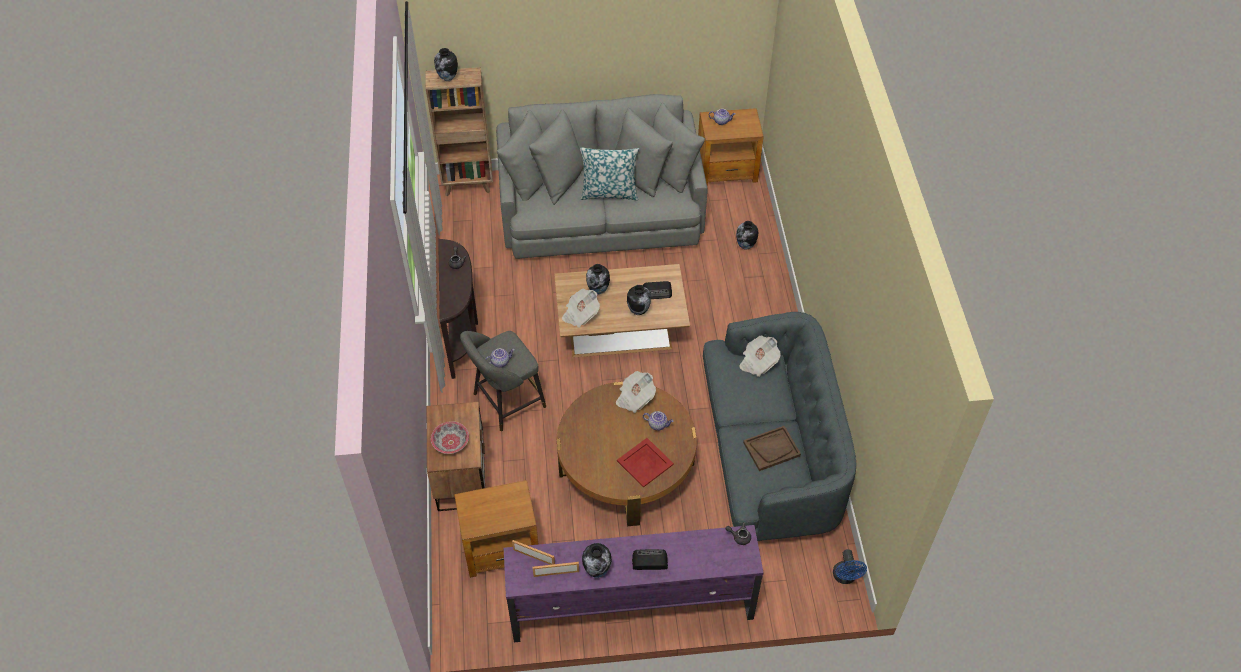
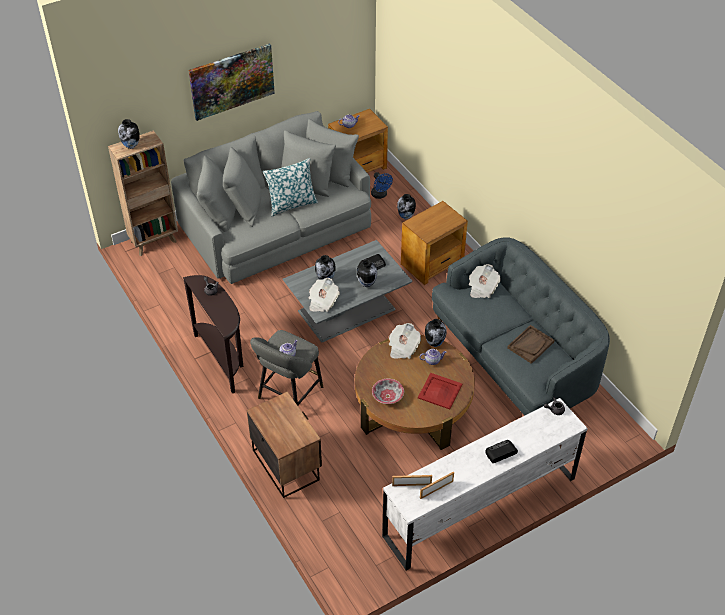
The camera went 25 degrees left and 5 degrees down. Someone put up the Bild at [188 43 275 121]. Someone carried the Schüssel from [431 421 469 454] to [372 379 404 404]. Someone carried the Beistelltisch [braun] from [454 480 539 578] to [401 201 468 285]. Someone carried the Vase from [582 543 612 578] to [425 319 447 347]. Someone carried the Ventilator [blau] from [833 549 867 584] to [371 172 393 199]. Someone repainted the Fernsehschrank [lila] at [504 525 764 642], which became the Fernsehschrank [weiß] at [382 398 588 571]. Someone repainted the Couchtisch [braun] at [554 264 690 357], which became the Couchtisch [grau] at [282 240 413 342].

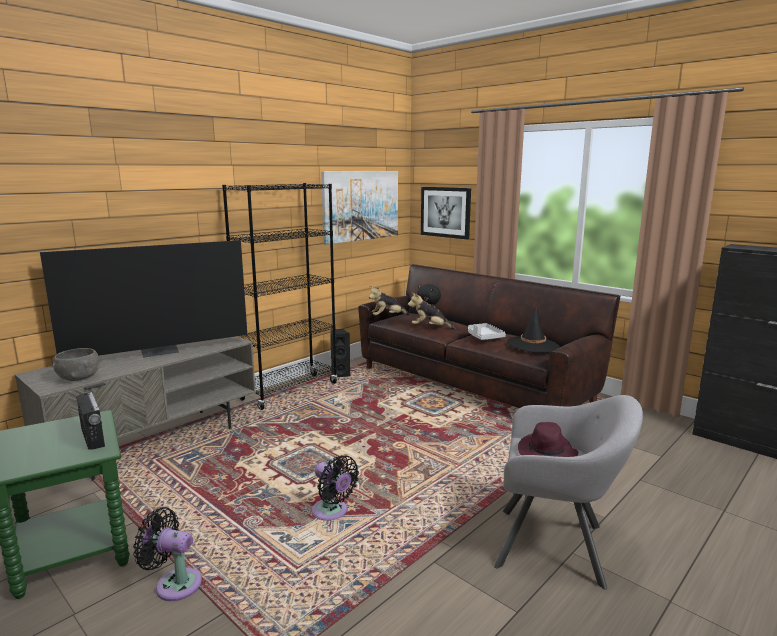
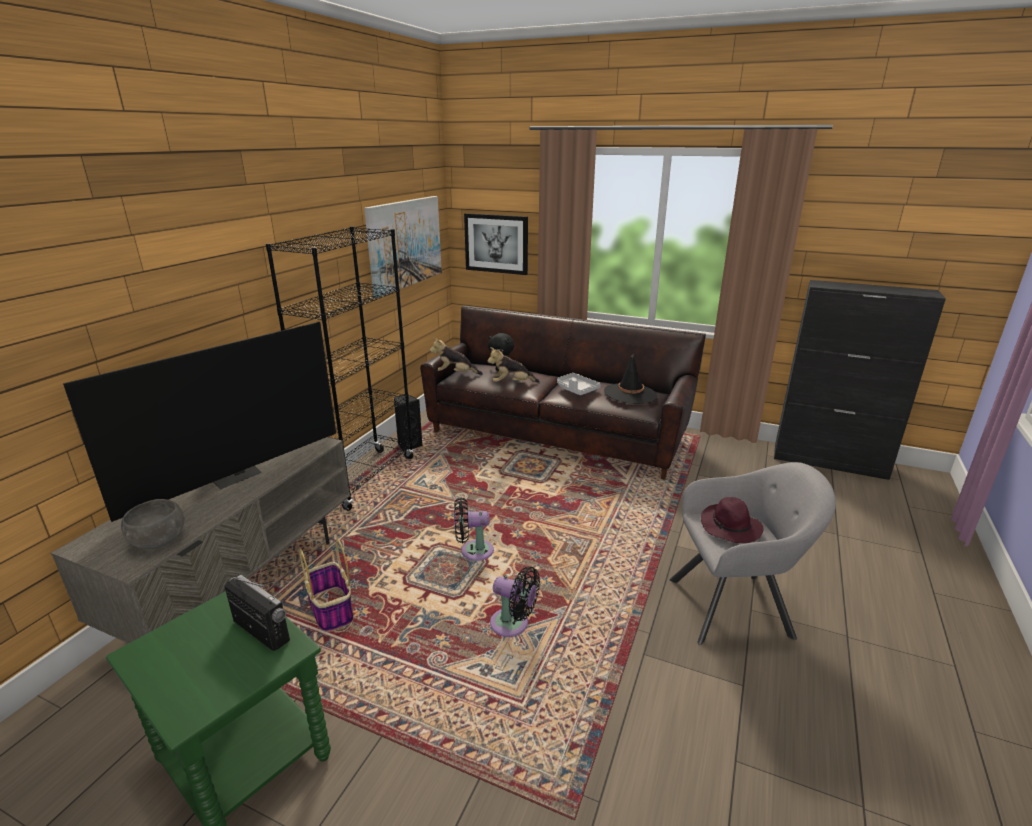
The camera went 20 degrees left and 10 degrees up. Someone put down the Korb at [299 538 354 632]. Someone carried the Ventilator [schwarz] from [133 507 202 601] to [454 497 494 561]. Someone rotated the Plüschtier at [369 286 409 315] by 45 degrees clockwise.

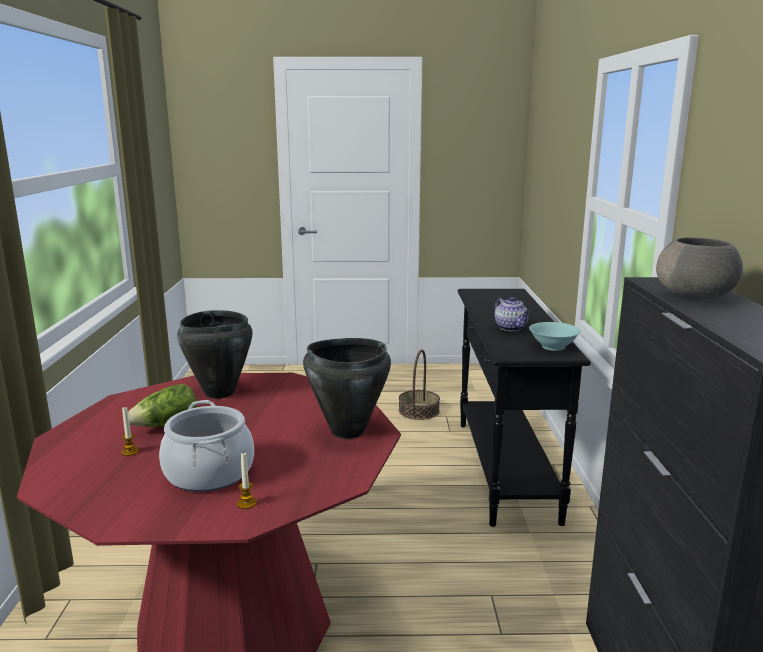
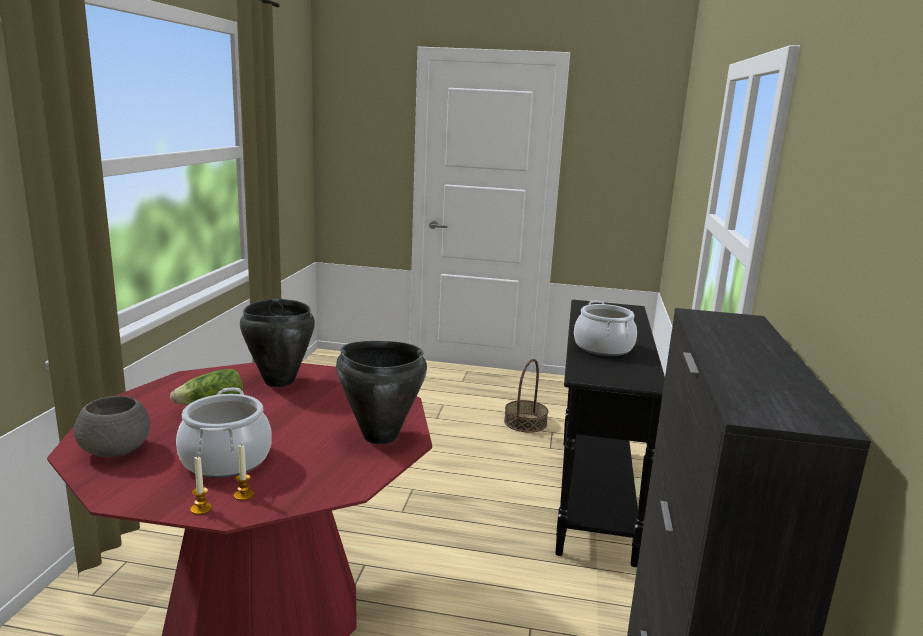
The camera went 10 degrees right and 0 degrees up. Someone took away the Schüssel [türkis] at [529 322 581 351]. Someone carried the Kerze from [121 406 139 456] to [190 456 212 515]. Someone carried the Schüssel [grau] from [656 237 743 300] to [74 396 150 457]. Someone swapped the Teekanne at [495 297 530 331] for the Kochtopf at [574 301 637 356].

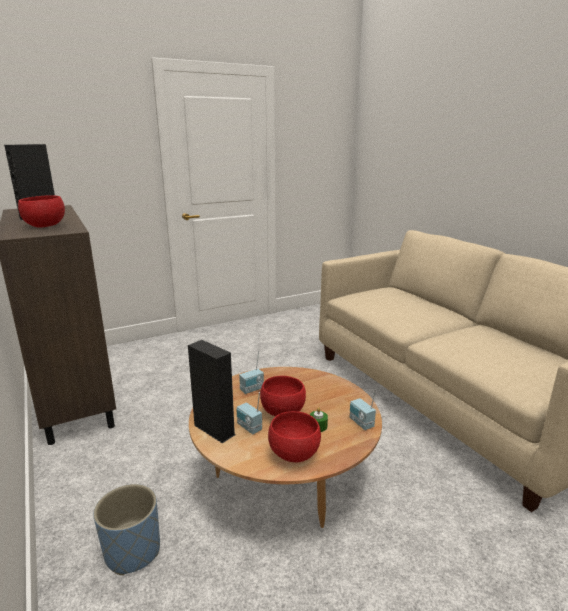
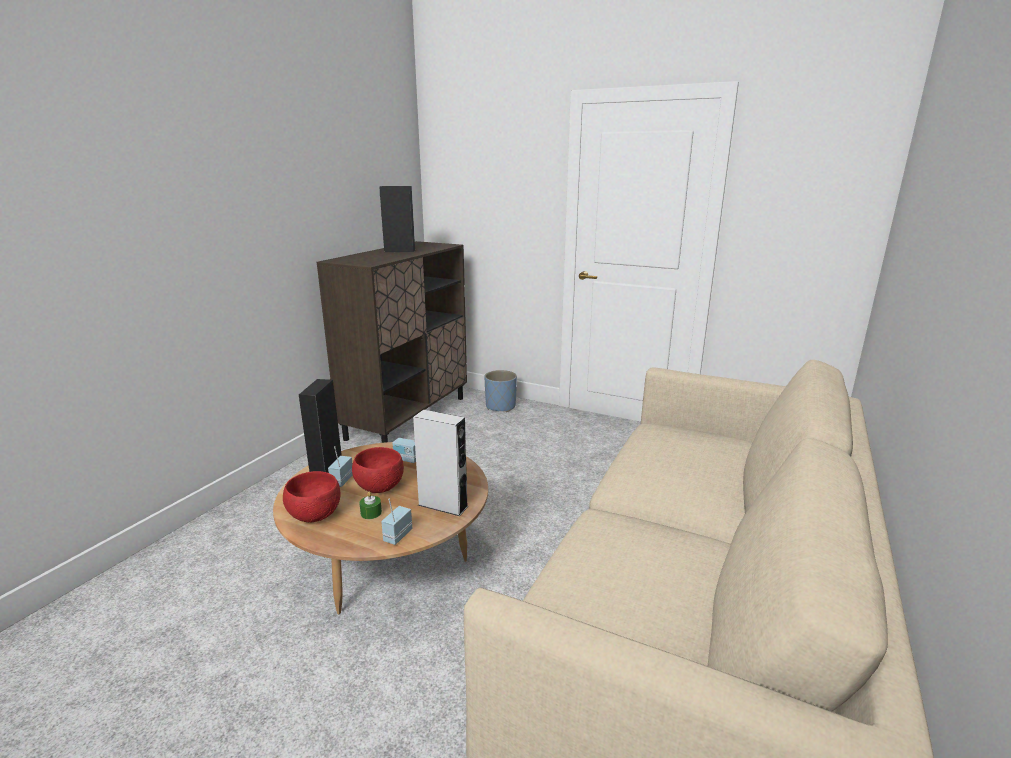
The camera went 55 degrees right and 0 degrees up. Someone took away the Schüssel [rot] at [18 195 65 228]. Someone put down the Lautsprecher [grau] at [413 410 468 516]. Someone carried the Pflanzkübel [blau] from [93 484 160 575] to [484 370 517 412].

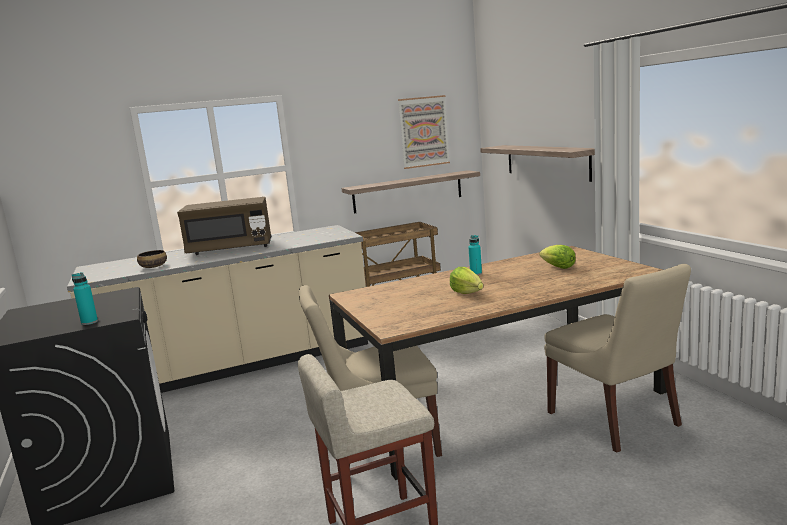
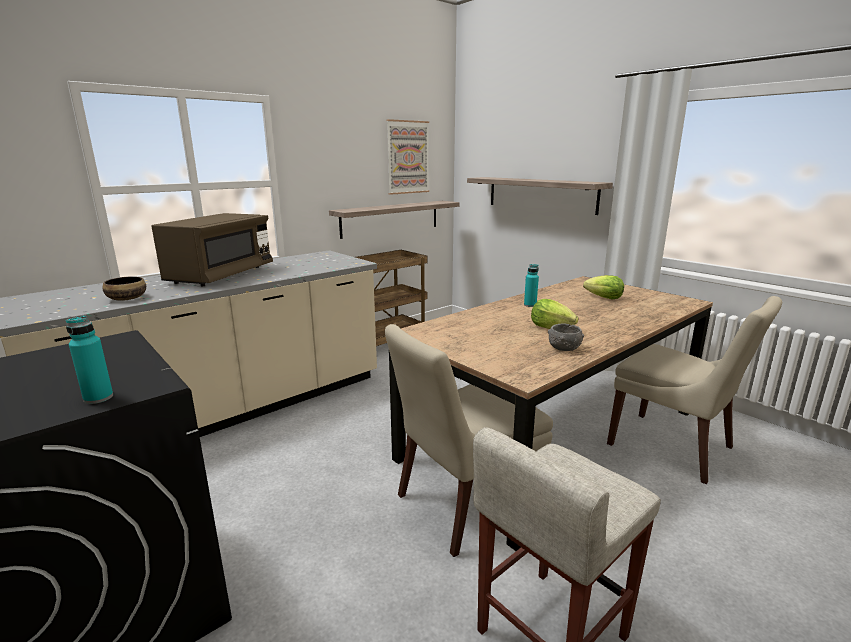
The camera went 20 degrees left and 5 degrees up. Someone put down the Schüssel [grau] at [548 323 584 351]. Someone rotated the Mikrowelle [braun] at [177 197 271 255] by 45 degrees counterclockwise.

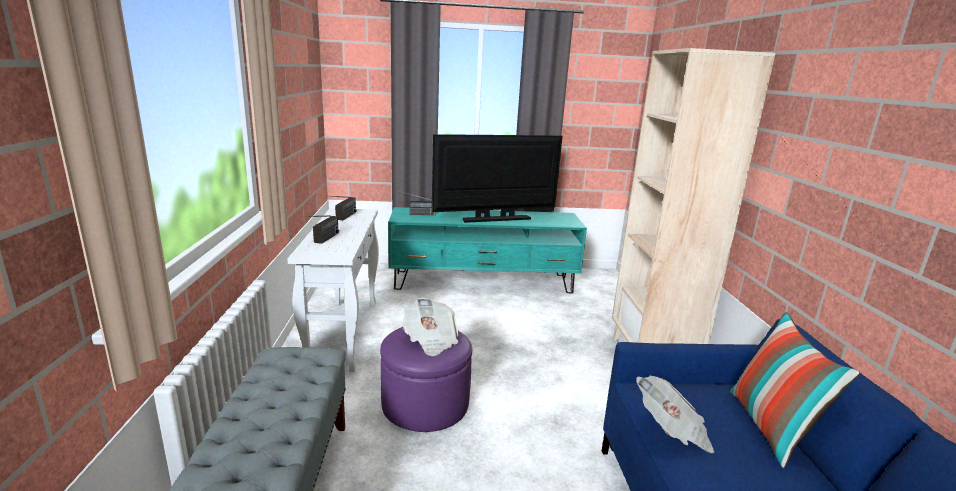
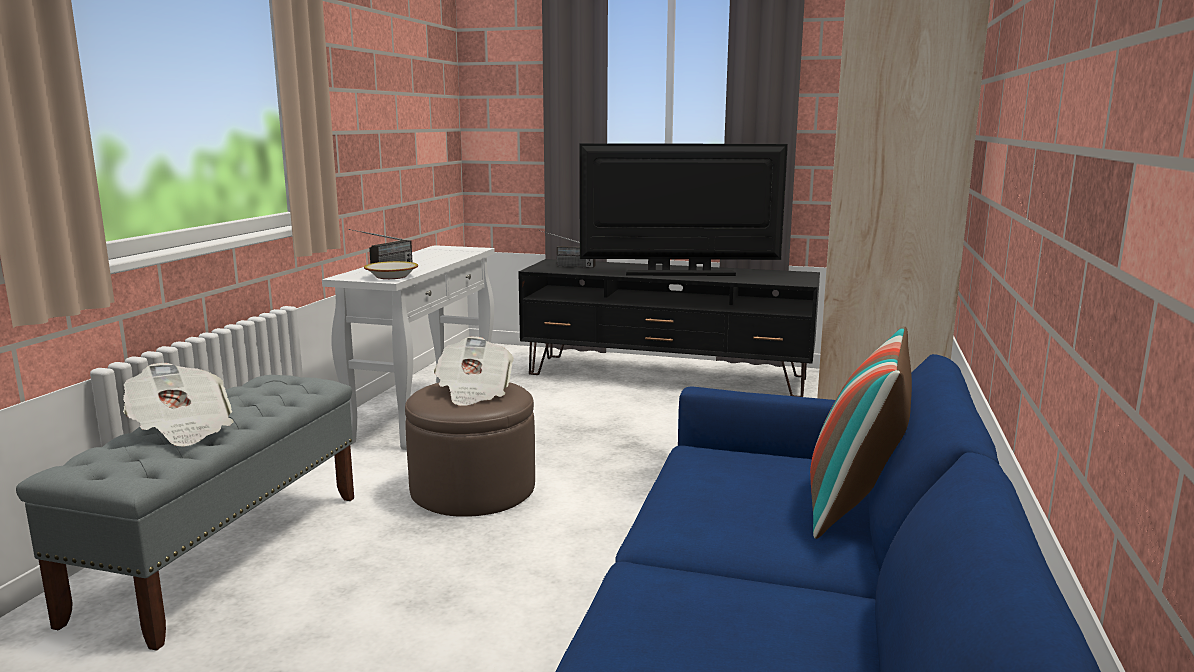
The camera went 20 degrees right and 5 degrees down. Someone took away the Radio at [332 196 357 220]. Someone put down the Schüssel at [364 261 418 279]. Someone carried the Zeitung from [636 376 714 453] to [123 363 233 447]. Someone repainted the Polsterhocker [lila] at [380 327 472 432], which became the Polsterhocker [braun] at [405 382 535 517]. Someone repainted the Fernsehschrank [türkis] at [388 207 587 293], which became the Fernsehschrank [schwarz] at [518 259 820 397].

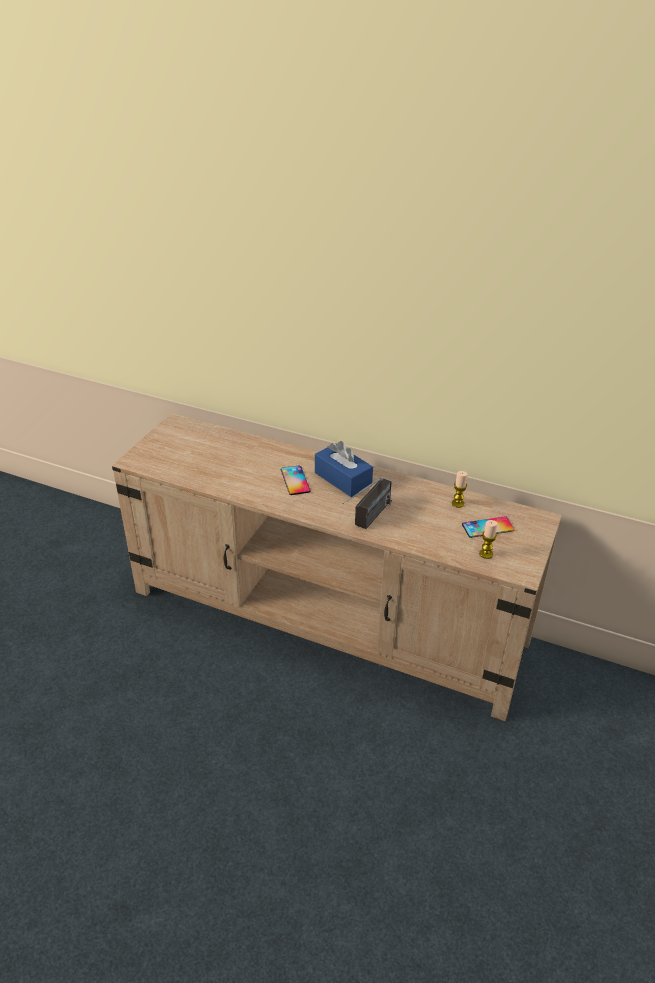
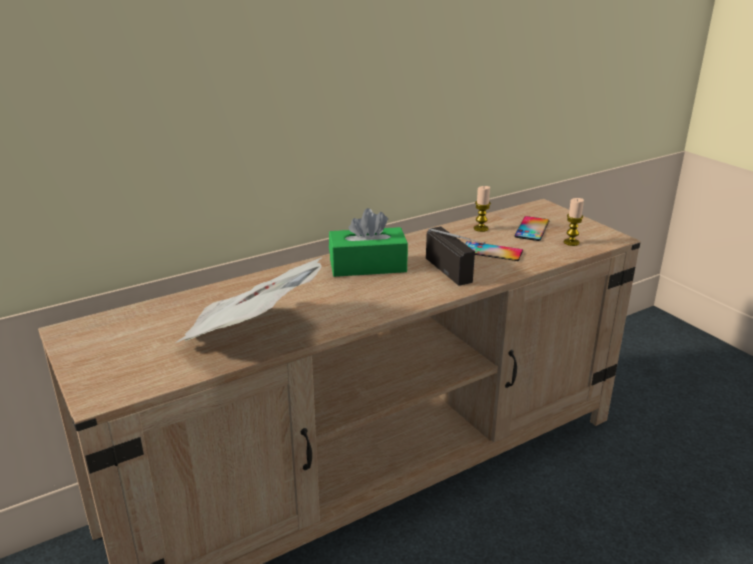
The camera went 55 degrees left and 10 degrees down. Someone put down the Zeitung at [176 257 323 343]. Someone carried the Handy from [281 465 311 495] to [465 241 523 261]. Someone repainted the Taschentuchbox [blau] at [315 441 373 497], which became the Taschentuchbox [grün] at [329 208 408 277].

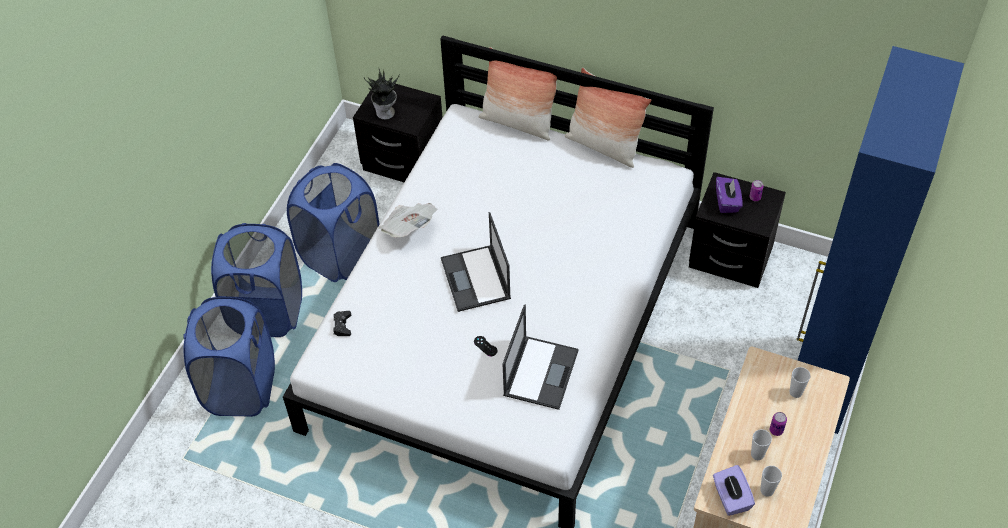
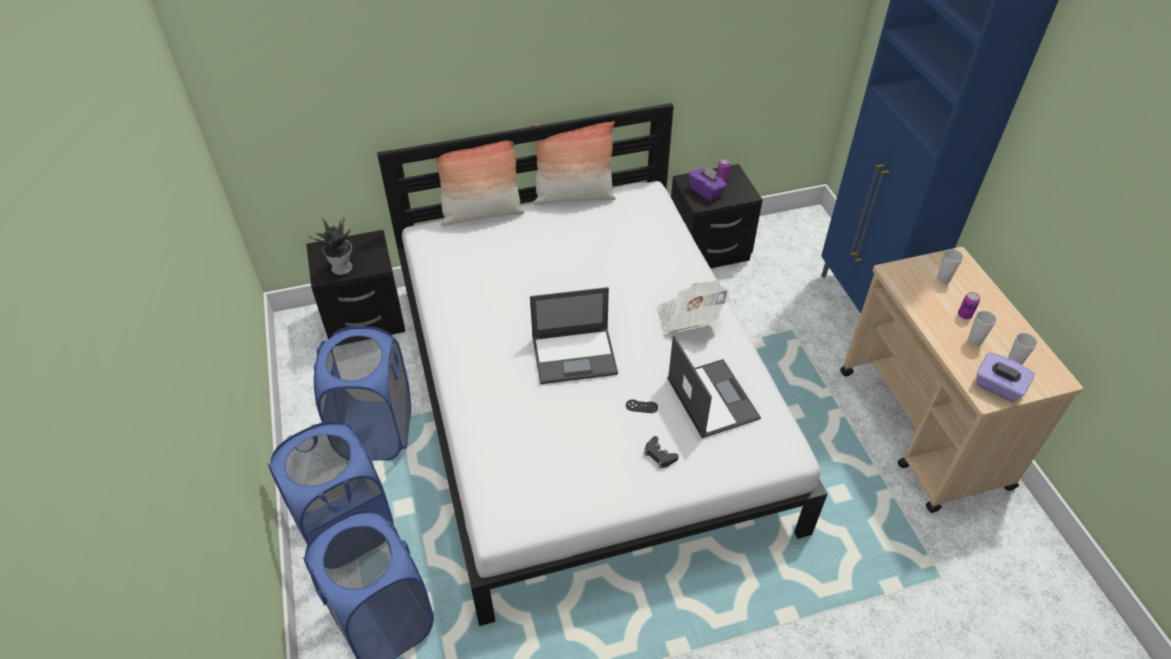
The camera went 40 degrees left and 5 degrees down. Someone carried the Gamepad [schwarz] from [333 311 351 336] to [644 436 679 469]. Someone carried the Zeitung from [379 203 437 237] to [657 281 730 333]. Someone rotated the Laptop at [441 212 511 312] by 45 degrees counterclockwise.

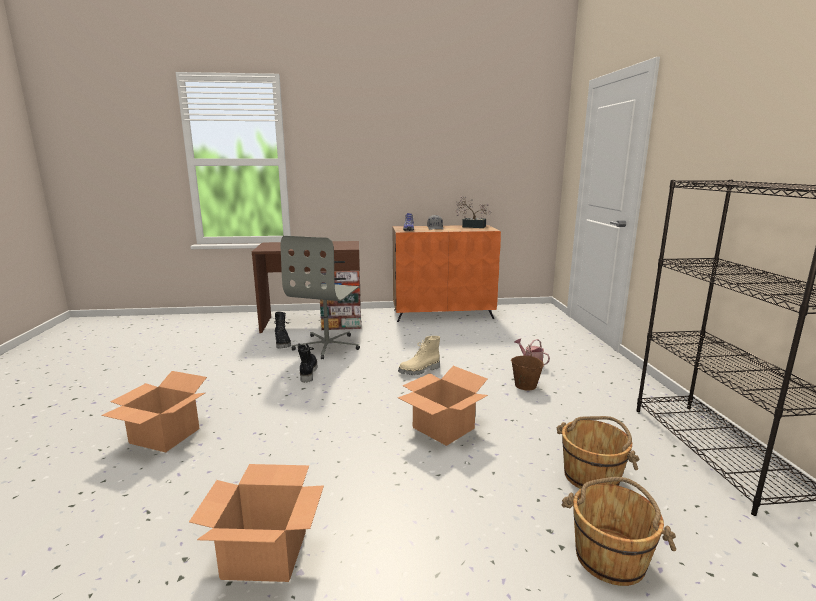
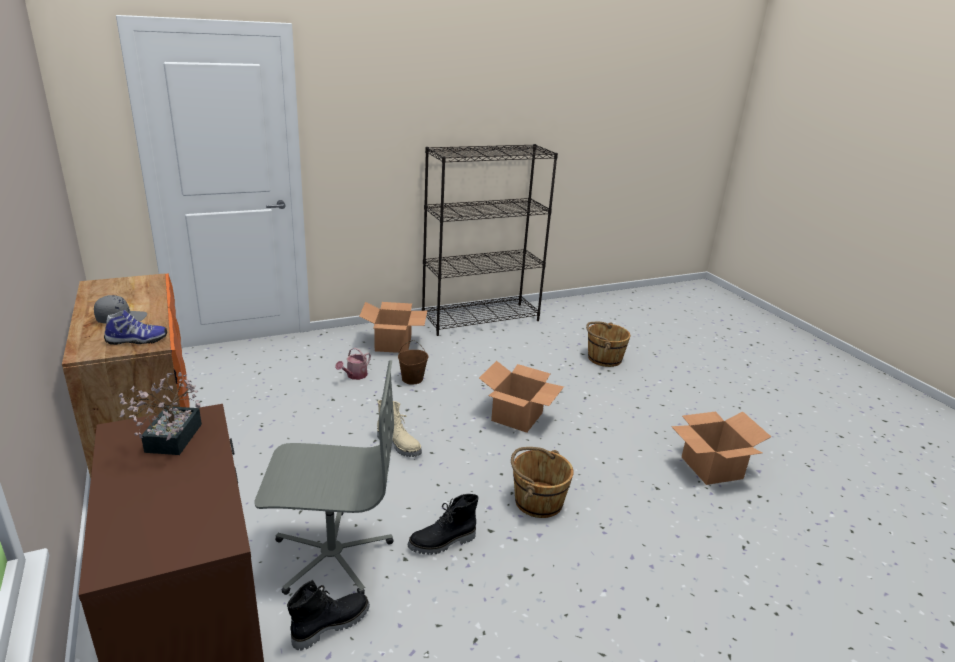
The camera went 110 degrees left and 10 degrees up. Someone carried the Karton from [101 371 207 453] to [359 302 427 353]. Someone carried the Topfpflanze from [456 196 492 228] to [119 372 202 455]. Someone carried the Eimer [braun] from [556 416 639 489] to [511 447 574 518].

